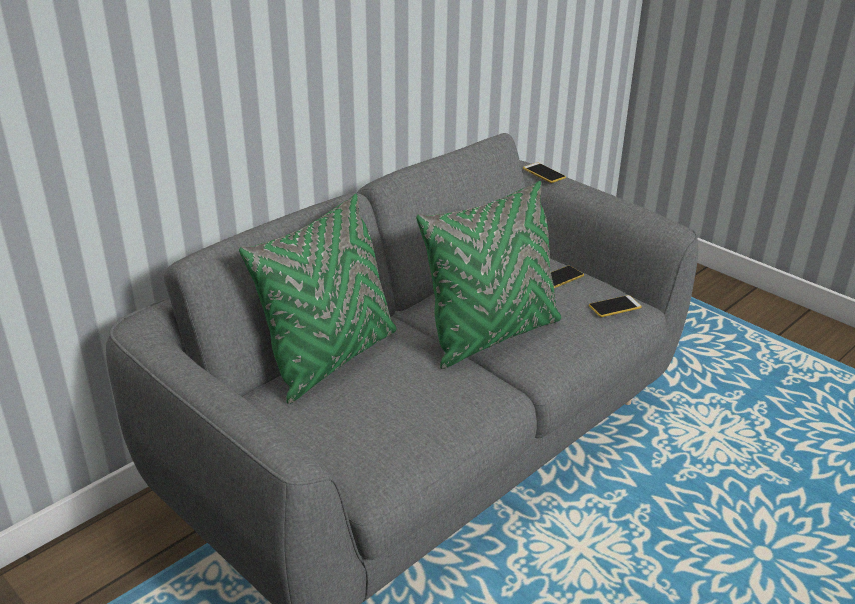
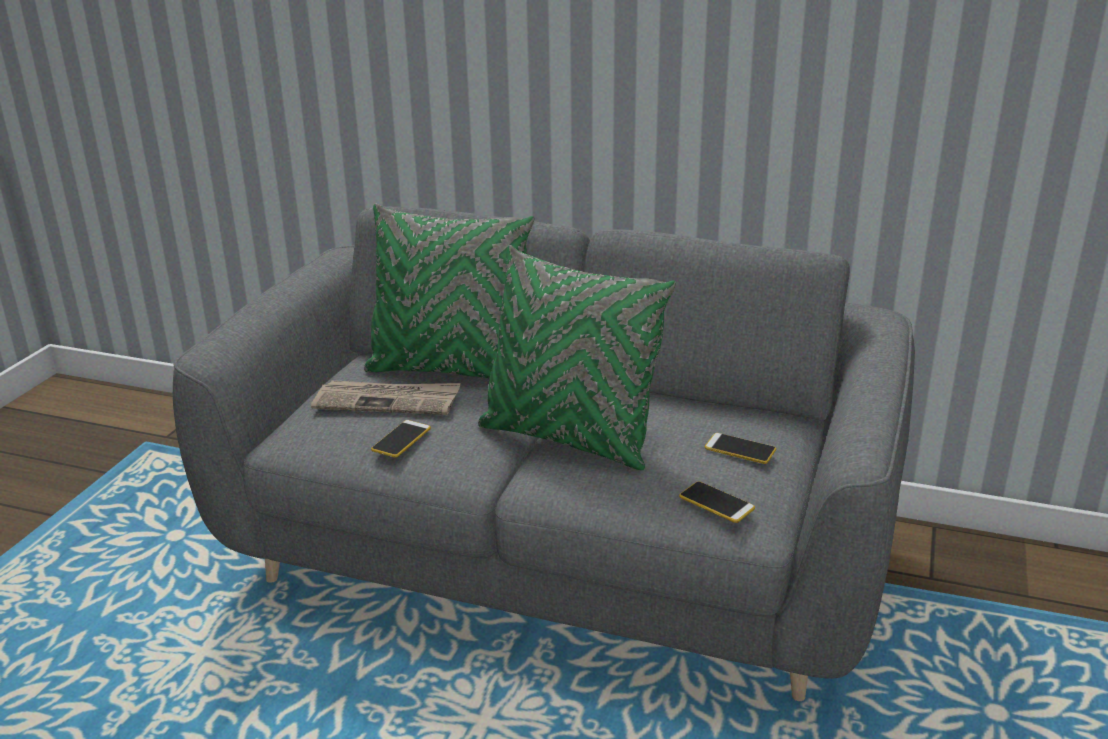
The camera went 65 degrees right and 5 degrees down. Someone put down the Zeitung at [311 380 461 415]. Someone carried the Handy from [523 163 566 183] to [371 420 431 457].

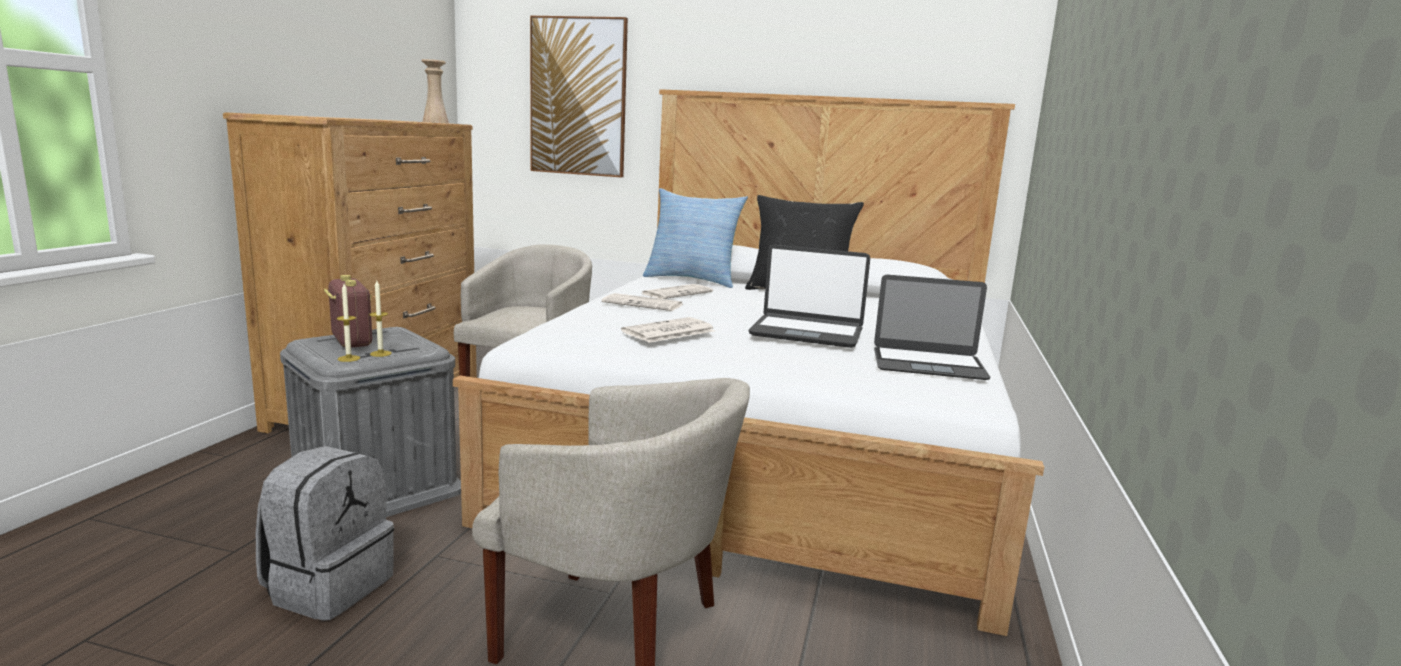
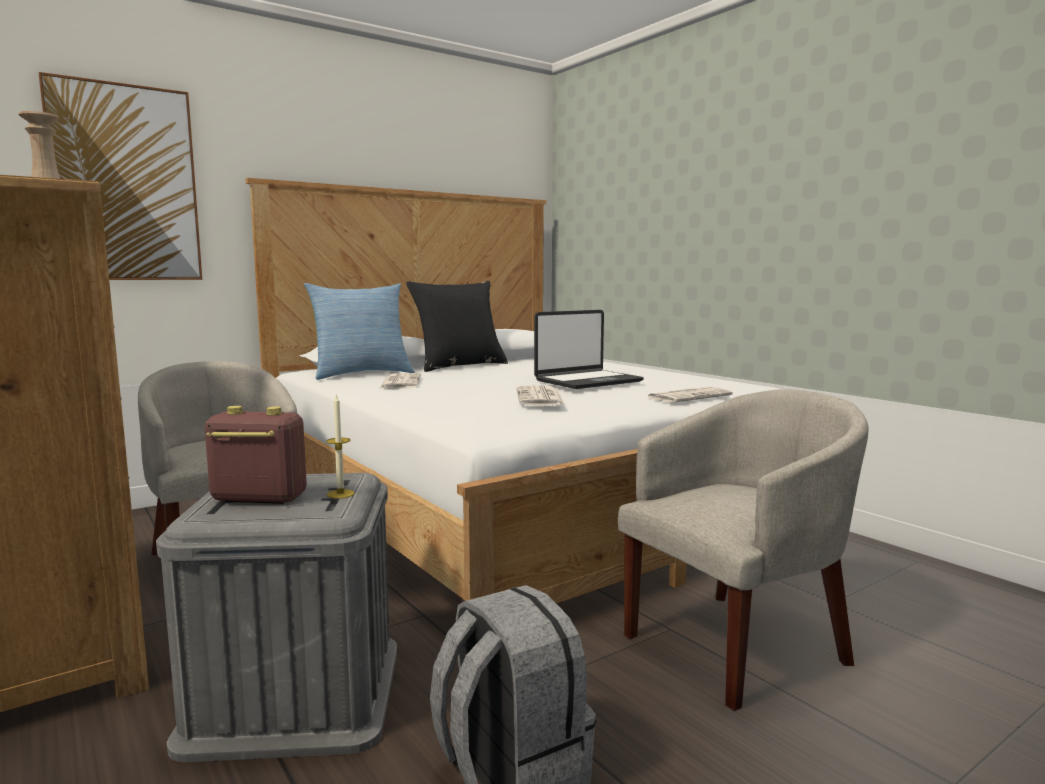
The camera went 50 degrees left and 5 degrees down. Someone took away the Kerze at [336 284 360 362]. Someone took away the Laptop at [874 275 991 380]. Someone carried the Zeitung from [602 293 683 311] to [646 387 733 403].

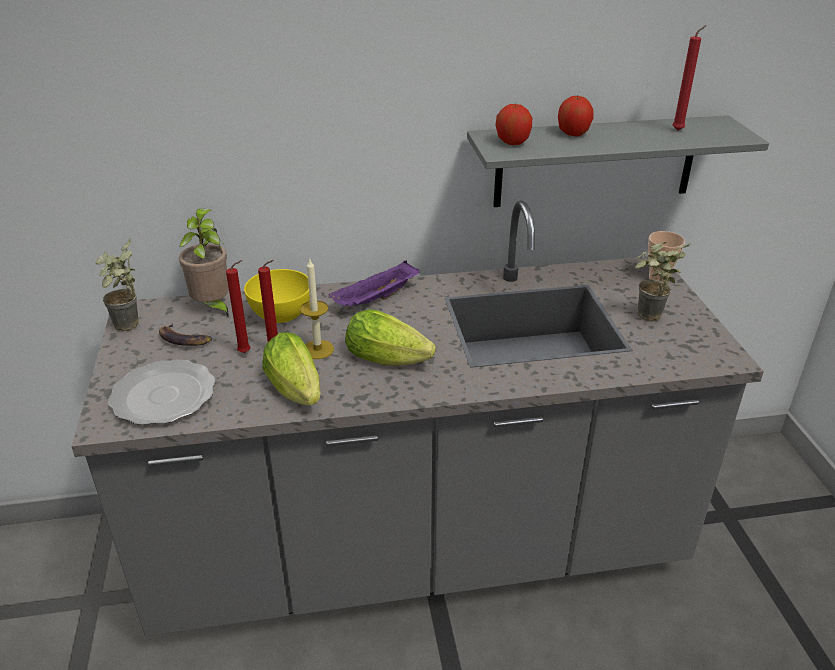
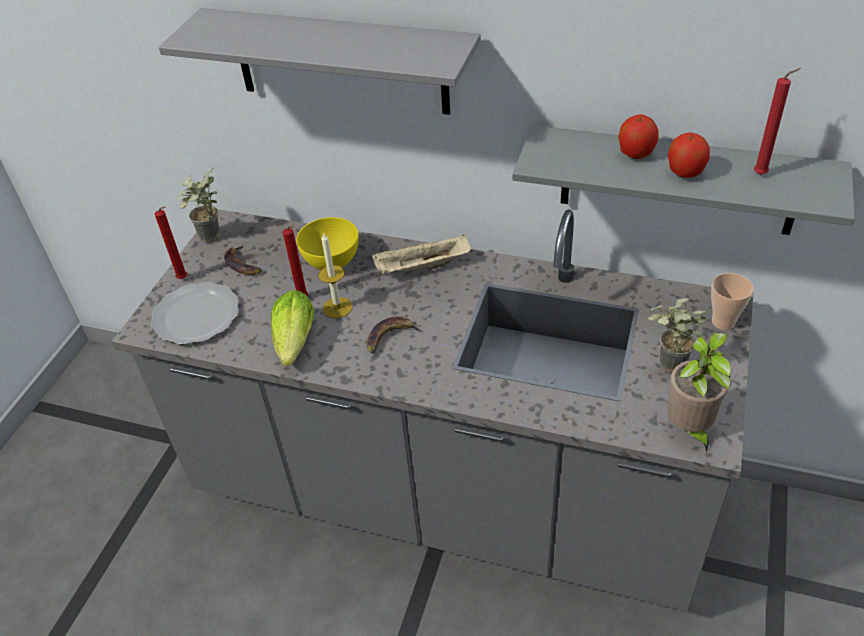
The camera went 30 degrees right and 10 degrees up. Someone put up the Wandregal [grau] at [159 8 481 115]. Someone carried the Topfpflanze from [179 209 229 316] to [667 333 732 453]. Someone carried the Kerze [rot] from [226 260 250 353] to [155 206 187 279]. Someone carried the Apfel from [495 103 532 145] to [668 133 710 178]. Someone swapped the Salatkopf at [345 309 436 366] for the Banane at [367 316 423 353]. Someone repainted the Tablett [lila] at [329 260 420 307], which became the Tablett [beige] at [372 234 471 274].

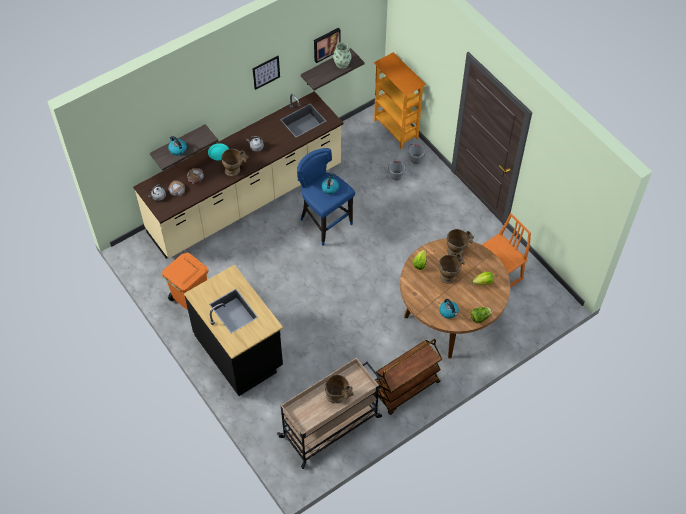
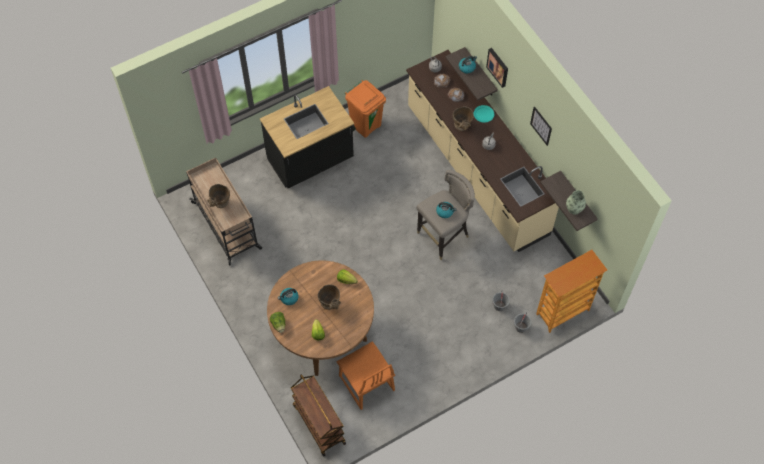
The camera went 95 degrees right and 5 degrees up. Someone took away the Vase [beige] at [447 229 474 256]. Someone carried the Bild from [314 28 341 63] to [486 48 508 88]. Someone carried the Rollwagen [braun] from [374 339 442 415] to [291 374 346 456]. Someone repainted the Hocker [blau] at [297 148 355 246], which became the Hocker [grau] at [416 170 475 260].

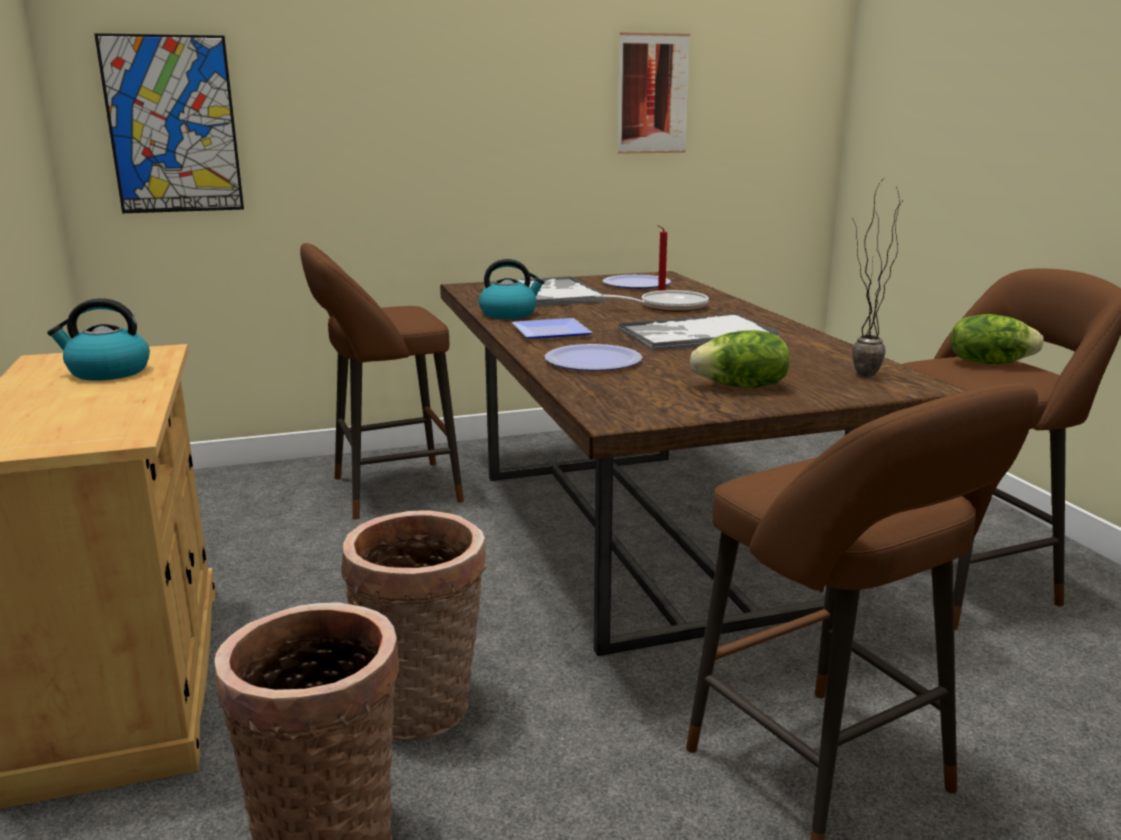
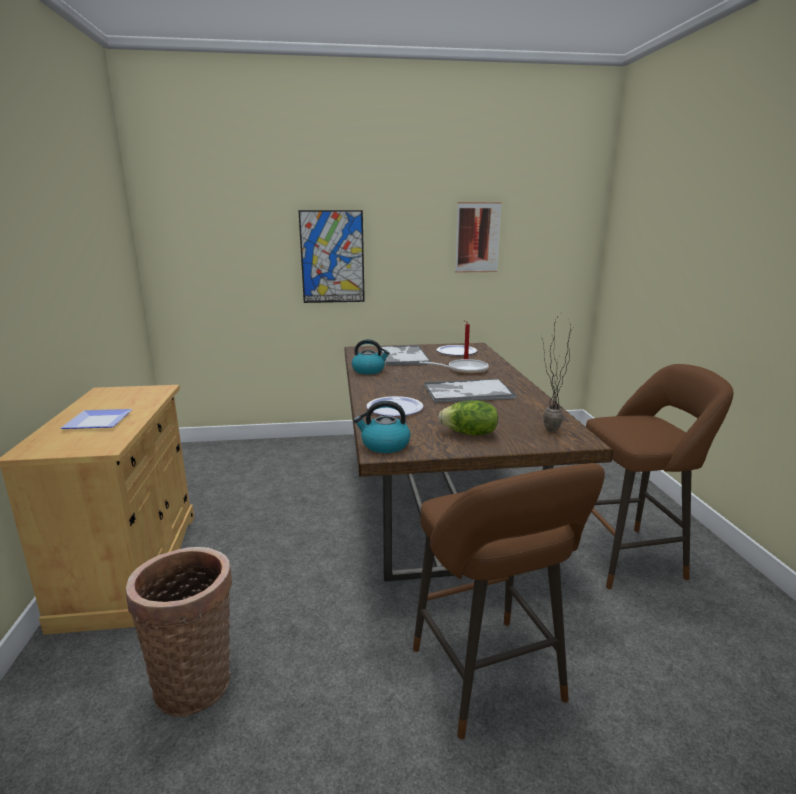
The camera went 10 degrees right and 0 degrees up. Someone took away the Hocker [braun] at [300 243 464 519]. Someone took away the Korb at [341 511 487 741]. Someone took away the Salatkopf at [951 314 1044 364]. Someone carried the Wasserkessel from [47 298 150 381] to [354 401 411 453]. Someone carried the Bild from [94 33 244 213] to [298 210 365 303]. Someone carried the Teller from [512 318 593 338] to [60 409 132 429].

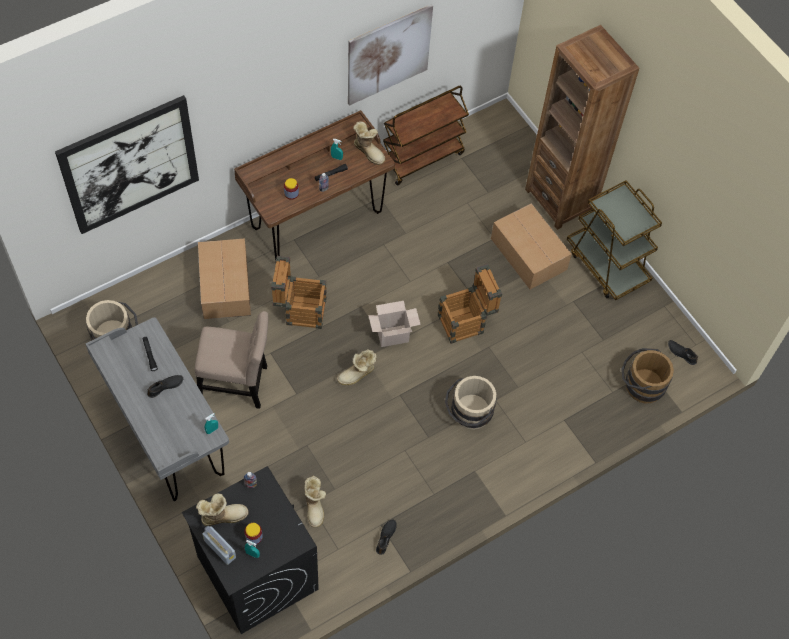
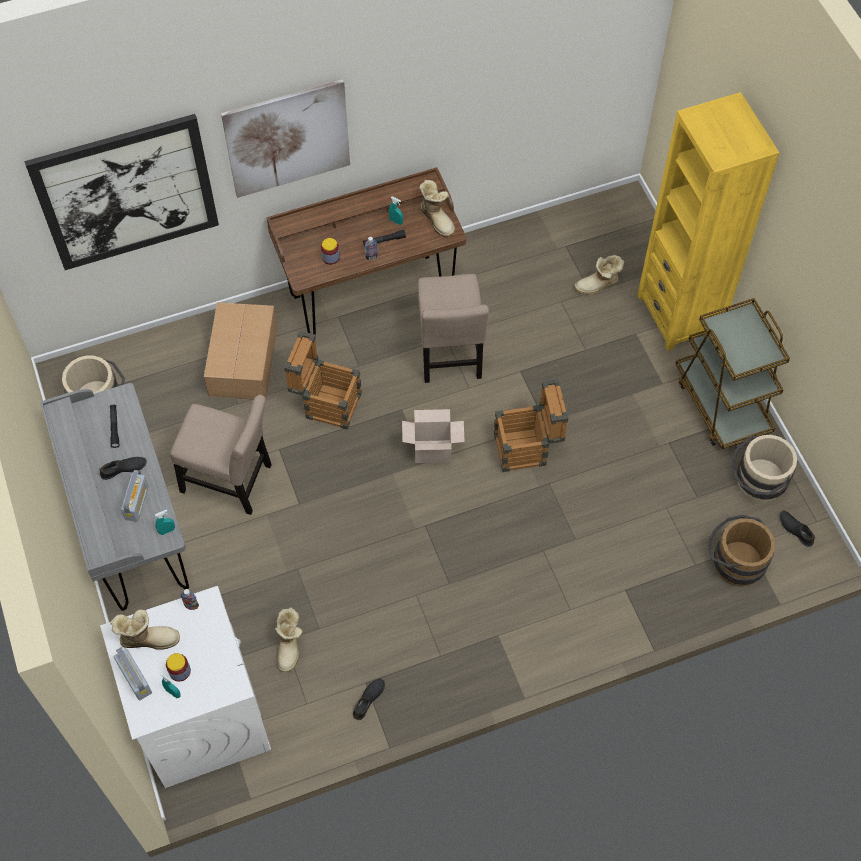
The camera went 15 degrees right and 0 degrees up. Someone took away the Rollwagen [braun] at [383 86 469 185]. Someone took away the Karton at [491 203 572 289]. Someone put down the Radio at [121 470 149 522]. Someone put down the Stuhl [beige] at [418 274 489 383]. Someone carried the Stiefel from [337 349 377 385] to [574 255 624 295]. Someone carried the Bild from [348 4 433 106] to [221 79 350 198]. Someone carried the Eimer [beige] from [445 376 497 430] to [731 435 797 502]. Someone repainted the Waschmaschine [schwarz] at [182 466 318 634], which became the Waschmaschine [weiß] at [100 586 271 788]. Someone repainted the Bücherregal [braun] at [525 25 639 230], which became the Bücherregal [gelb] at [637 92 779 351].

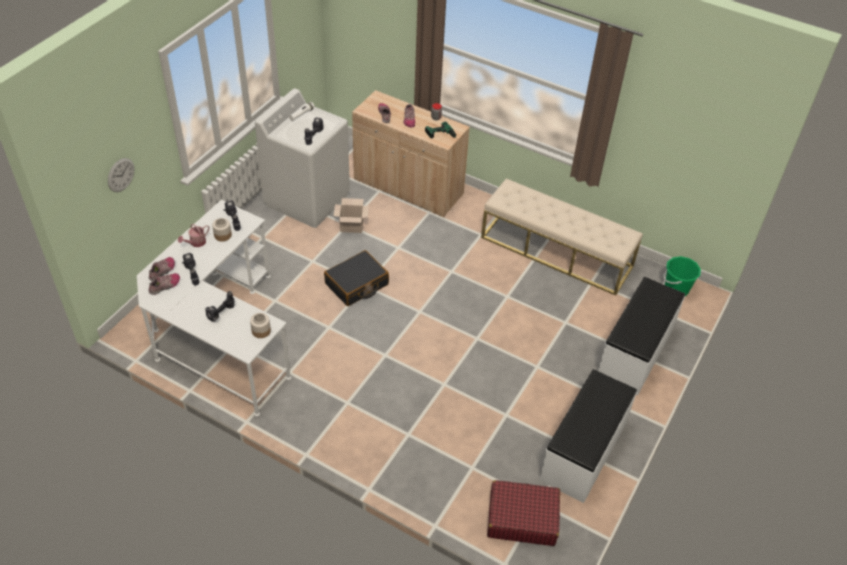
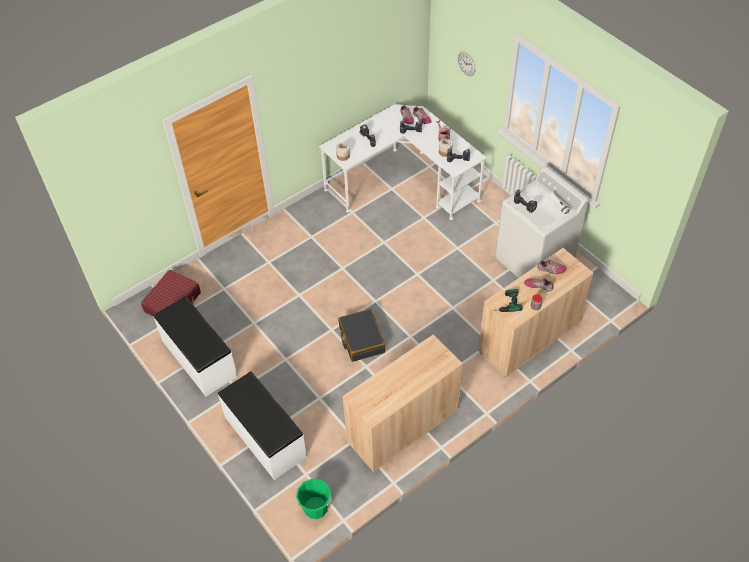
The camera went 115 degrees right and 5 degrees up. Someone took away the Karton at [334 198 369 233]. Someone carried the Koffer [schwarz] from [324 250 389 306] to [338 309 385 362]. Someone swapped the Bank [beige] at [481 179 643 296] for the Schrank [beige] at [342 334 463 472].

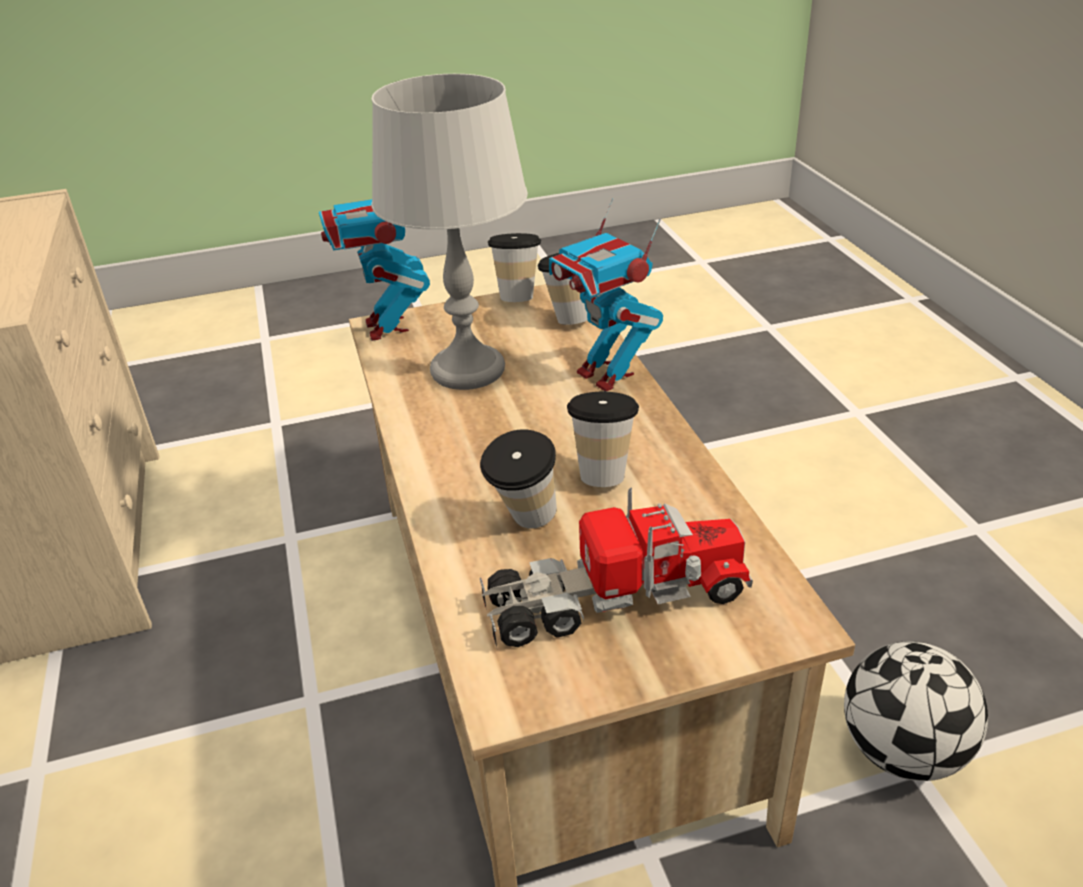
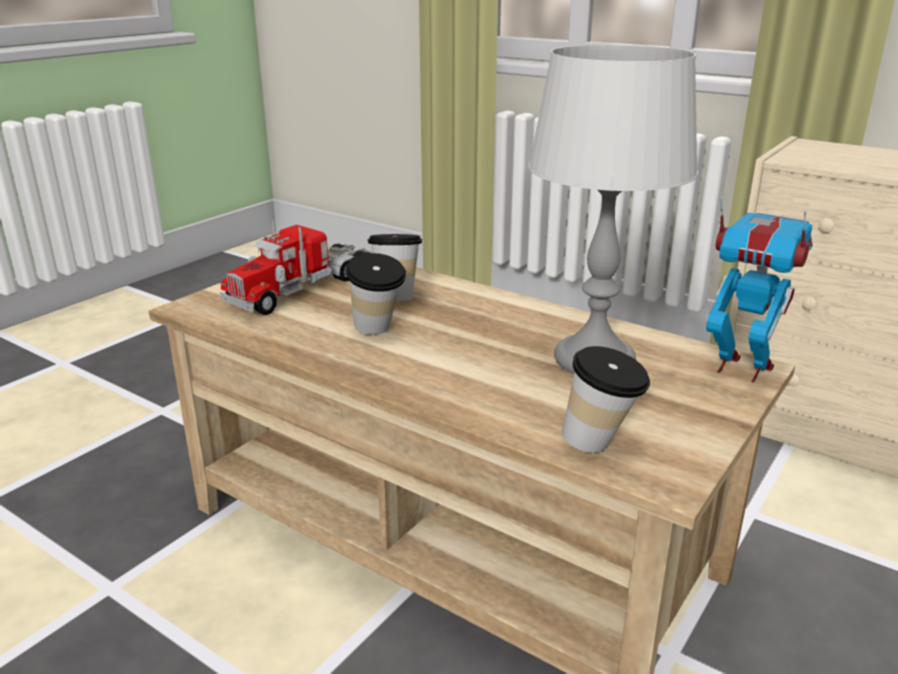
The camera went 140 degrees right and 10 degrees down. Someone took away the Tasse at [488 233 541 302]. Someone took away the Spielzeugroboter at [549 197 663 392]. Someone took away the Fußball at [844 641 988 781].

